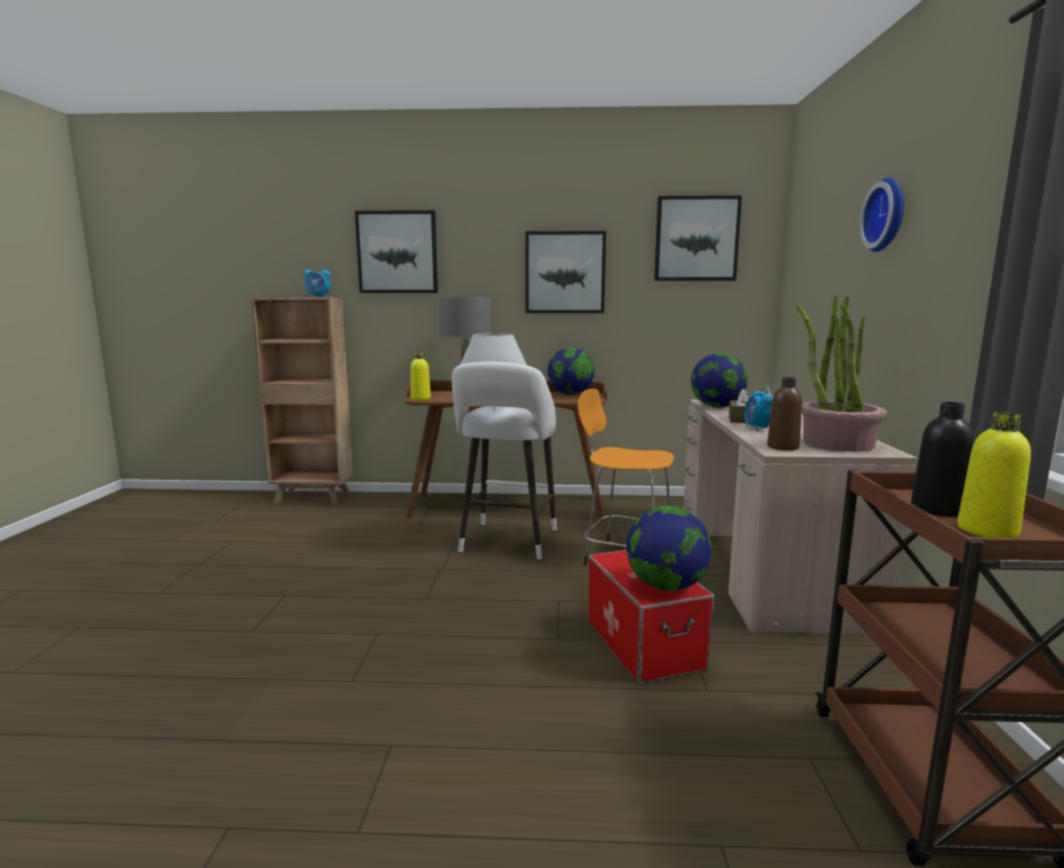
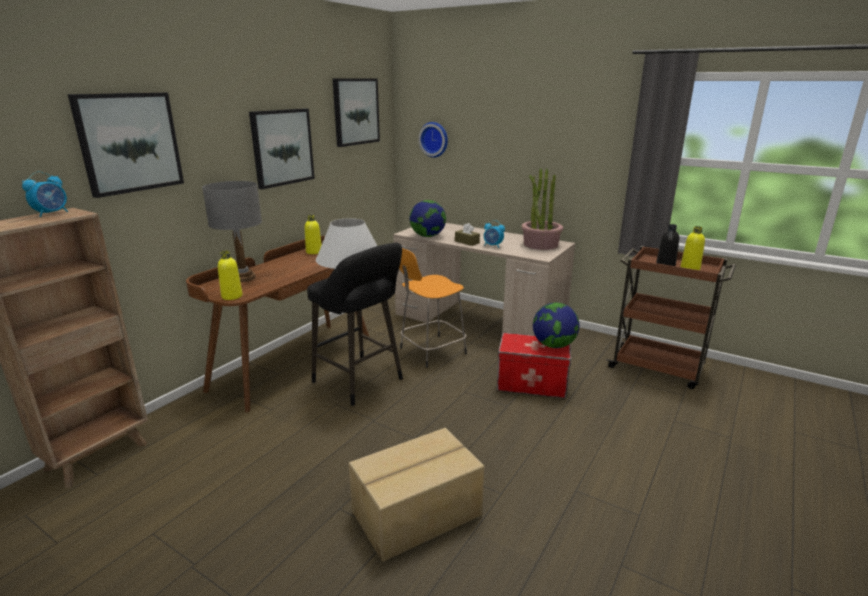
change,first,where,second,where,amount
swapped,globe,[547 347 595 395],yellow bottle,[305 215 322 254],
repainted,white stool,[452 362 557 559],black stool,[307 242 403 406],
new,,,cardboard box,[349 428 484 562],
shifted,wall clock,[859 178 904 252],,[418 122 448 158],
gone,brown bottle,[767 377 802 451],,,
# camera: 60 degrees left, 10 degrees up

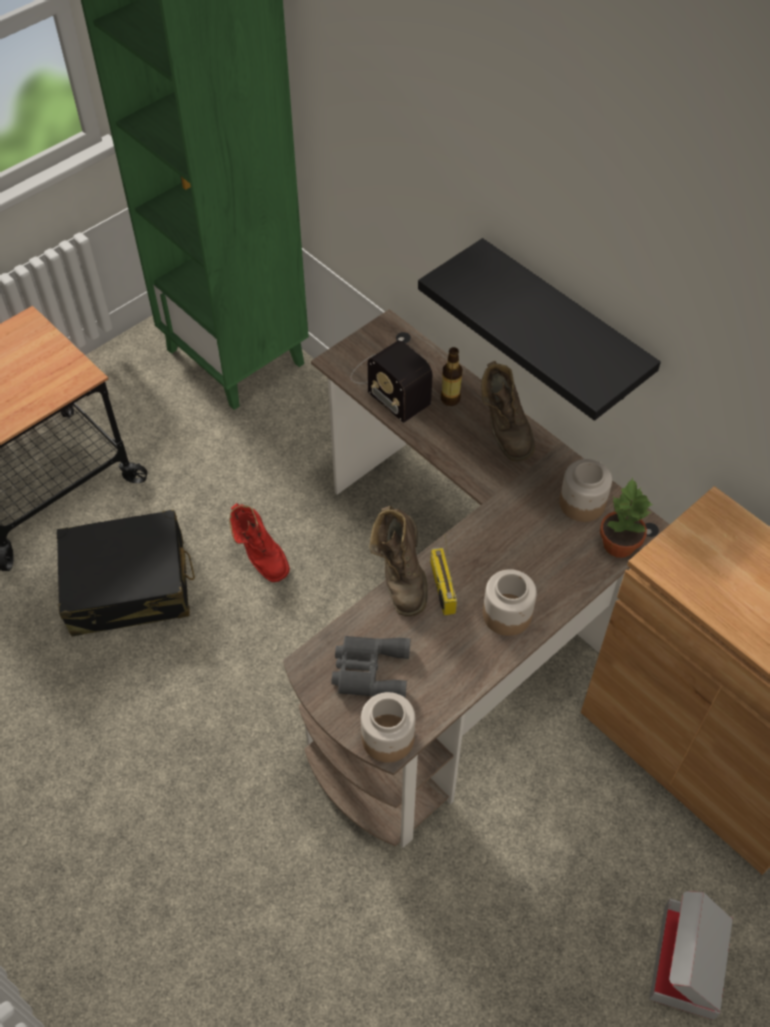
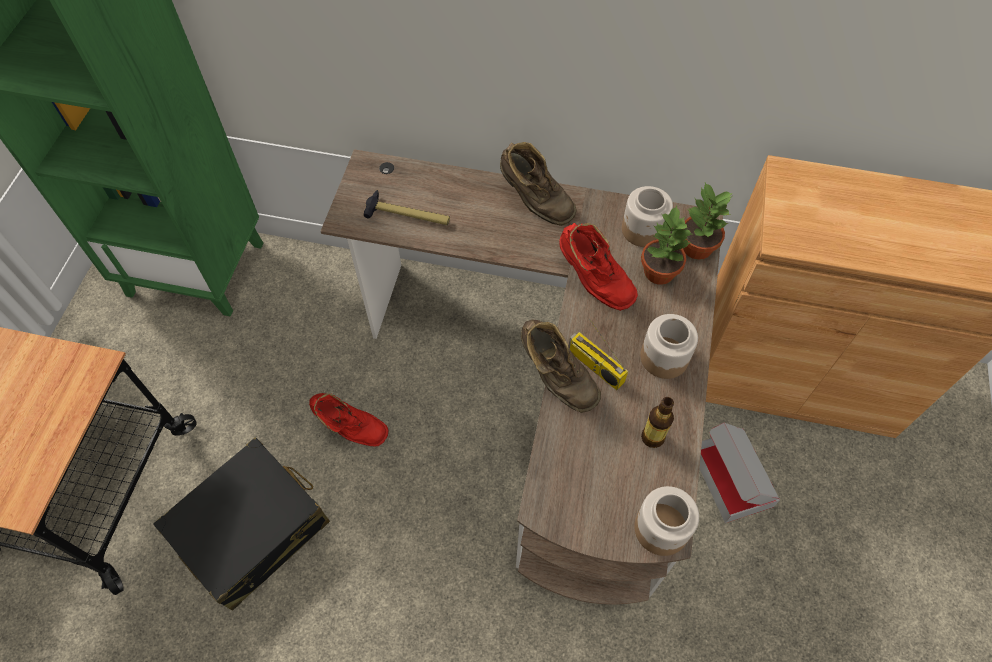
change,first,where,second,where,amount
swapped,radio,[351 340 432 423],hammer,[364 190 450 225],
new,,,red boot,[559 223 638 311],
new,,,potted plant,[641 205 692 285],
shifted,bottle,[441 347 463 406],,[641 397 674 448],
shifted,cardboard box,[649 891 733 1020],,[699 423 780 523],
gone,grey binoculars,[332 636 410 698],,,
gone,black shelf,[418 238 661 421],,,
# camera: 35 degrees left, 5 degrees up

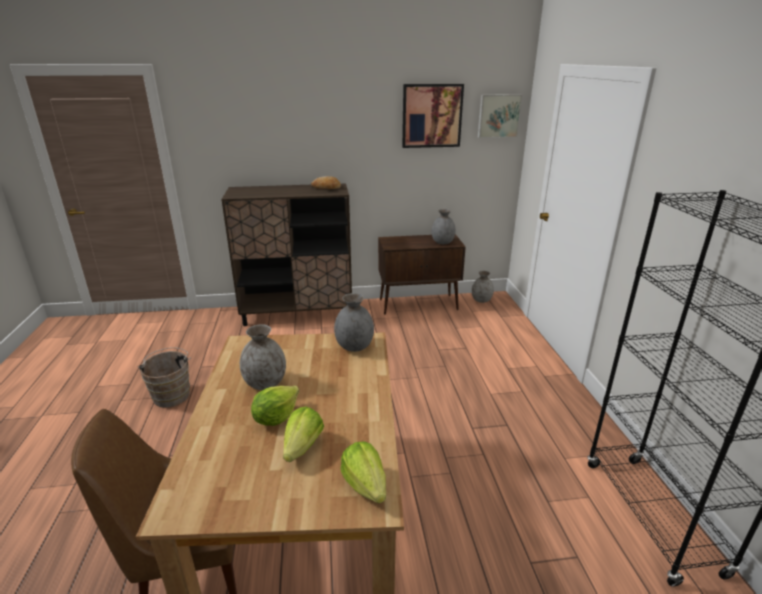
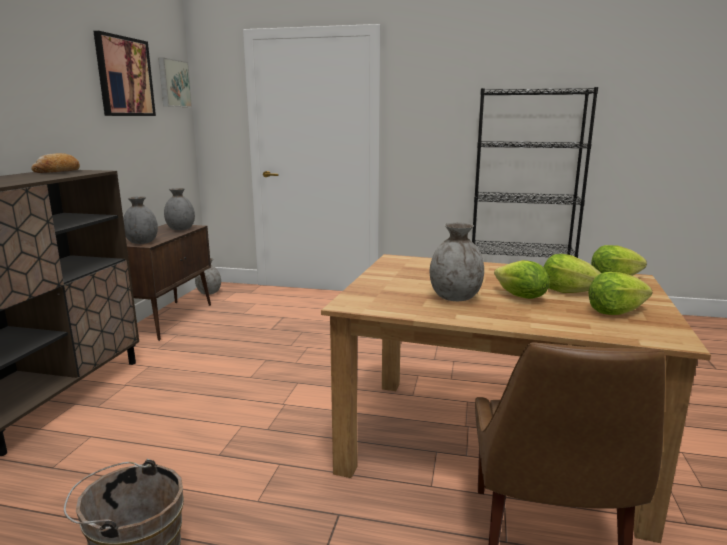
change,first,where,second,where,amount
shifted,grey vase,[334 293 374 352],,[123 196 158 244],
new,,,lettuce,[588 272 652 315],
# camera: 70 degrees left, 10 degrees down

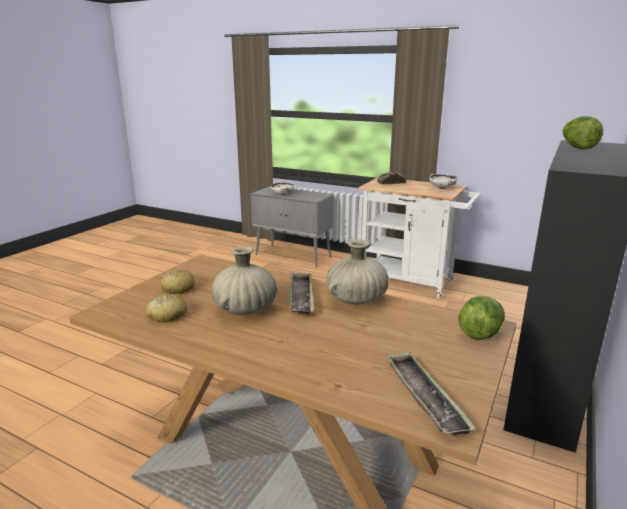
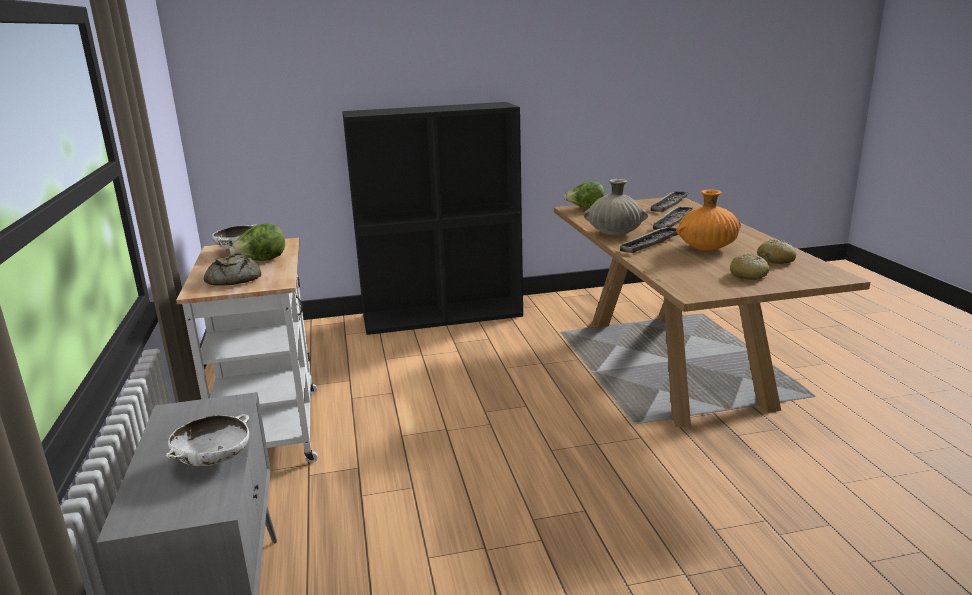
change,first,where,second,where,amount
shifted,lettuce,[563 116 603 150],,[229 223 285 261],
new,,,tray,[651 206 694 230],
repainted,beige vase,[211 246 277 315],orange vase,[676 189 741 250],
# camera: 130 degrees left, 0 degrees up

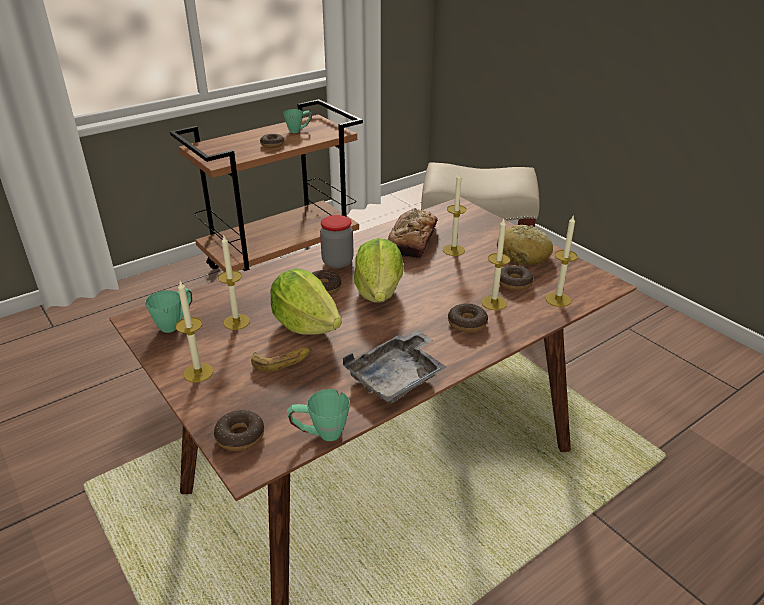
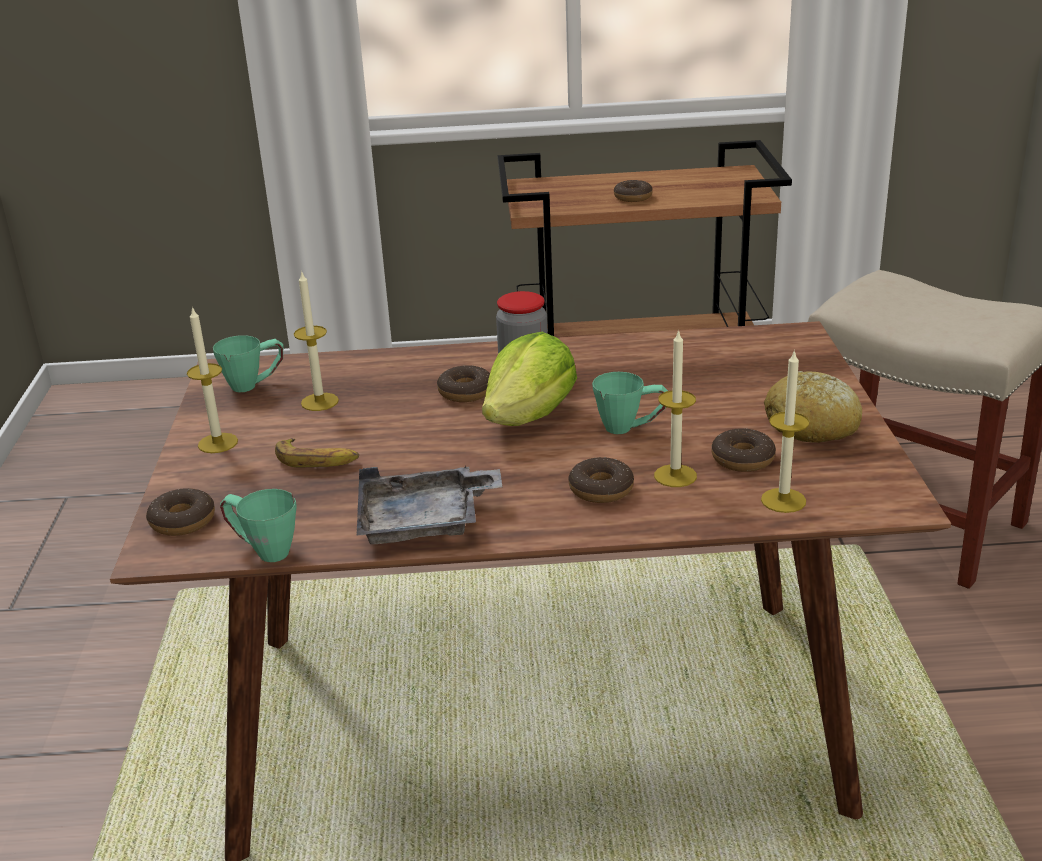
change,first,where,second,where,amount
shifted,green mug,[283 109 312 133],,[592 372 668 434],
gone,lettuce,[270 268 342 334],,,
gone,bread,[388 208 438 259],,,
gone,candle,[443 173 467 256],,,
# camera: 35 degrees right, 5 degrees down

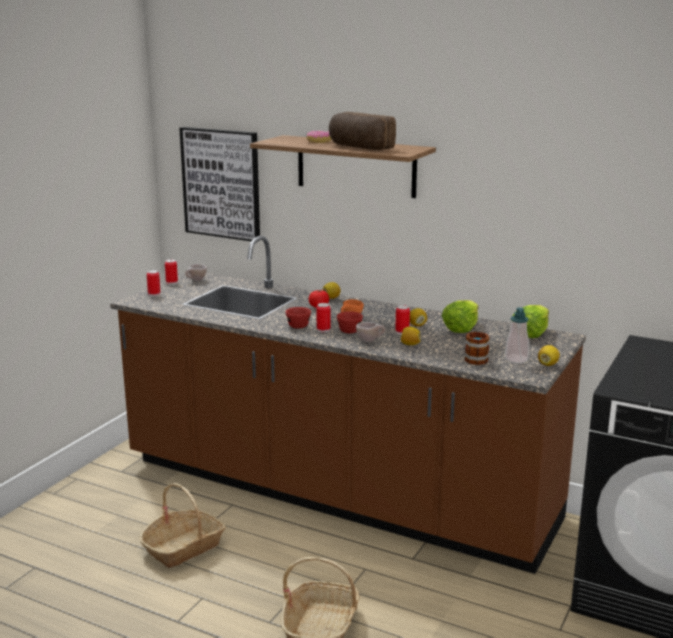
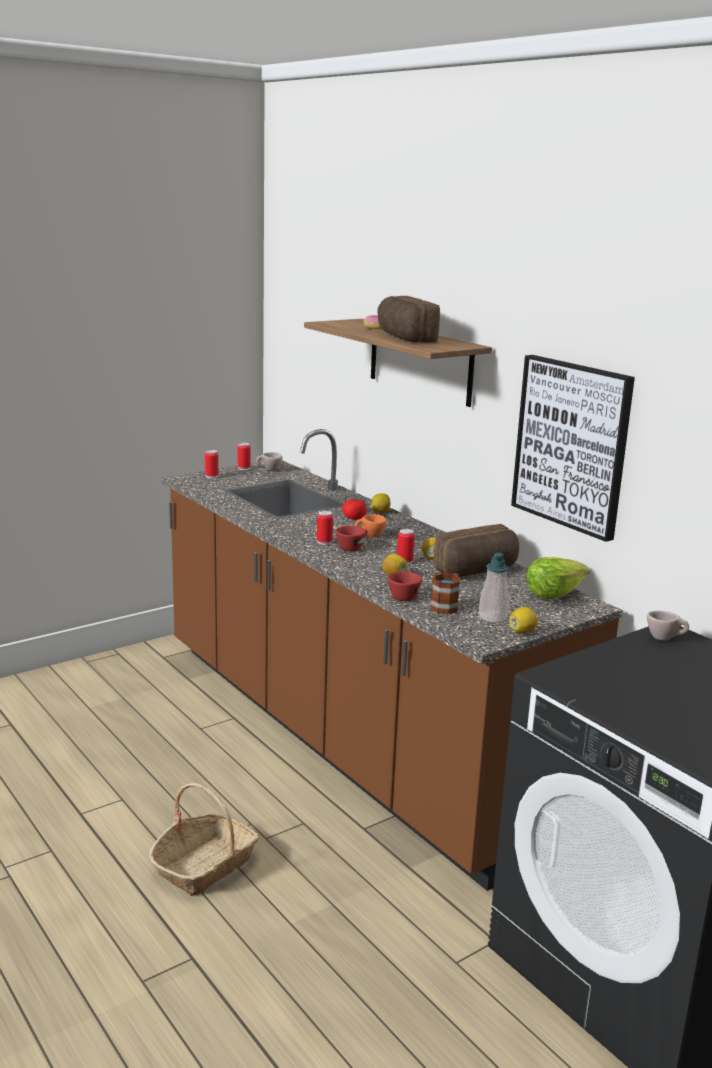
change,first,where,second,where,amount
shifted,red cup,[285 307 311 329],,[388 571 422 601],
swapped,lettuce,[442 300 479 333],bread,[434 524 519 576],
shifted,picture,[179 127 260 241],,[511 355 635 542],
shifted,beige cup,[356 322 385 342],,[647 611 689 641],
gone,basket,[139 483 226 568],,,
# camera: 25 degrees right, 0 degrees up

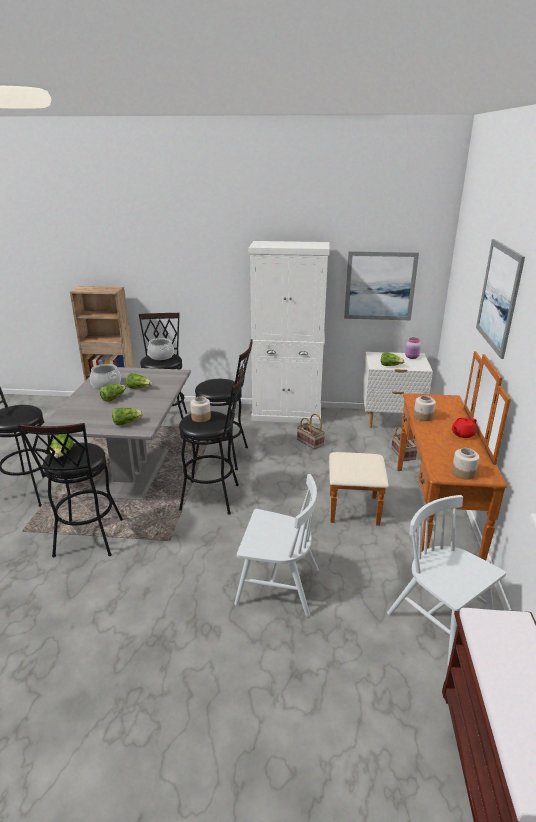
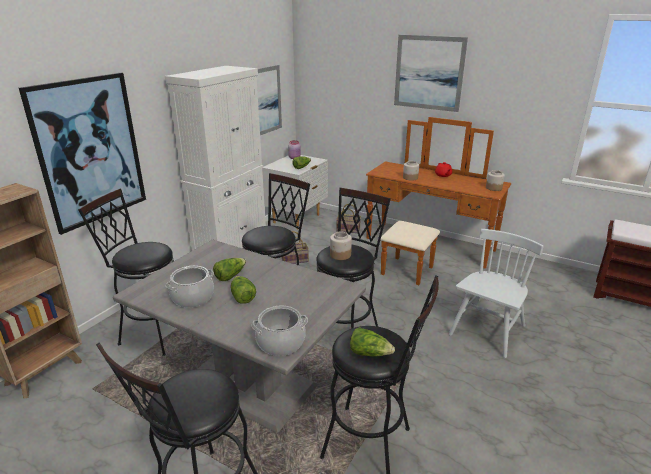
change,first,where,second,where,amount
new,,,picture,[19 73 146 235],
shifted,cooking pot,[148 338 174 360],,[251 305 308 356],
gone,lettuce,[112 408 143 425],,,
gone,white chair,[387 495 506 665],,,
# camera: 65 degrees left, 0 degrees up

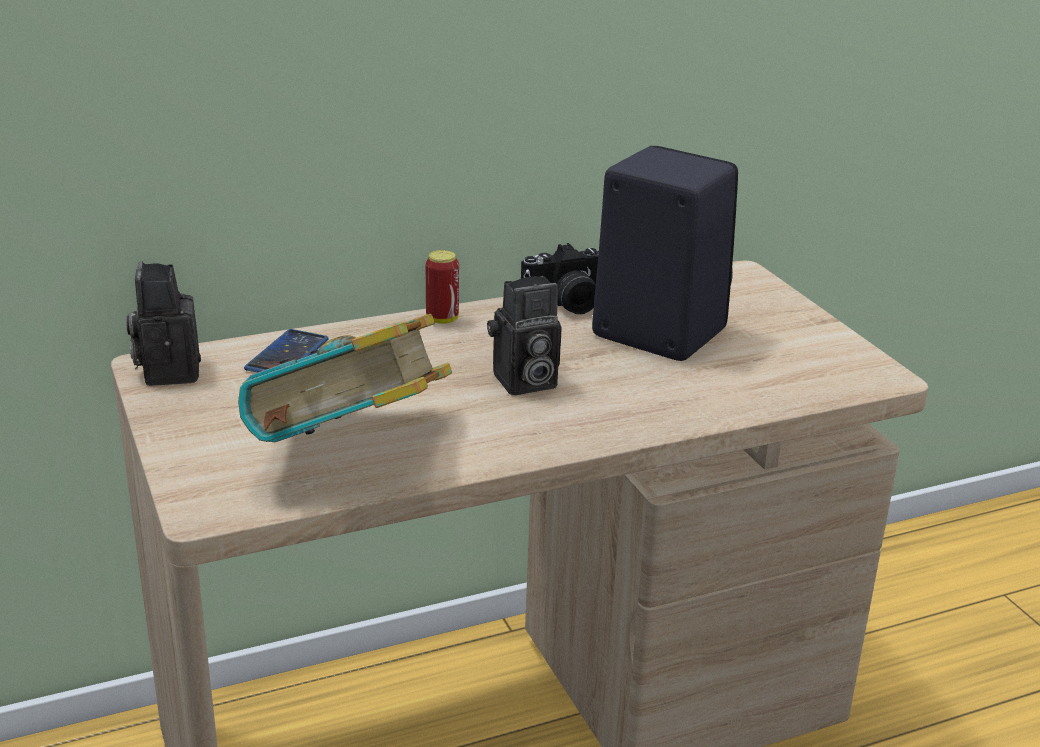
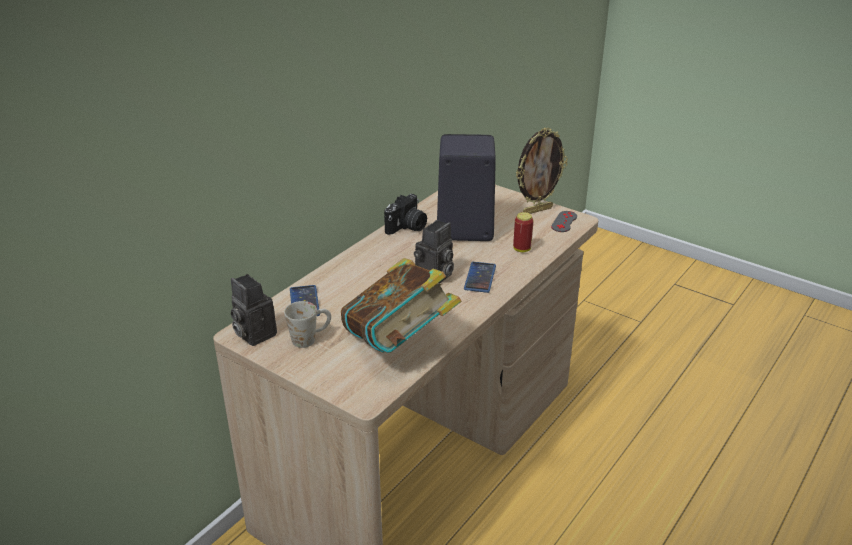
change,first,where,second,where,amount
new,,,white mug,[284 301 331 348],
new,,,phone,[464 262 496 293],
shifted,can,[426 250 459 324],,[513 212 533 252],
new,,,picture frame,[516 128 568 214],
new,,,grey game controller,[551 211 577 232],
# camera: 30 degrees left, 5 degrees up

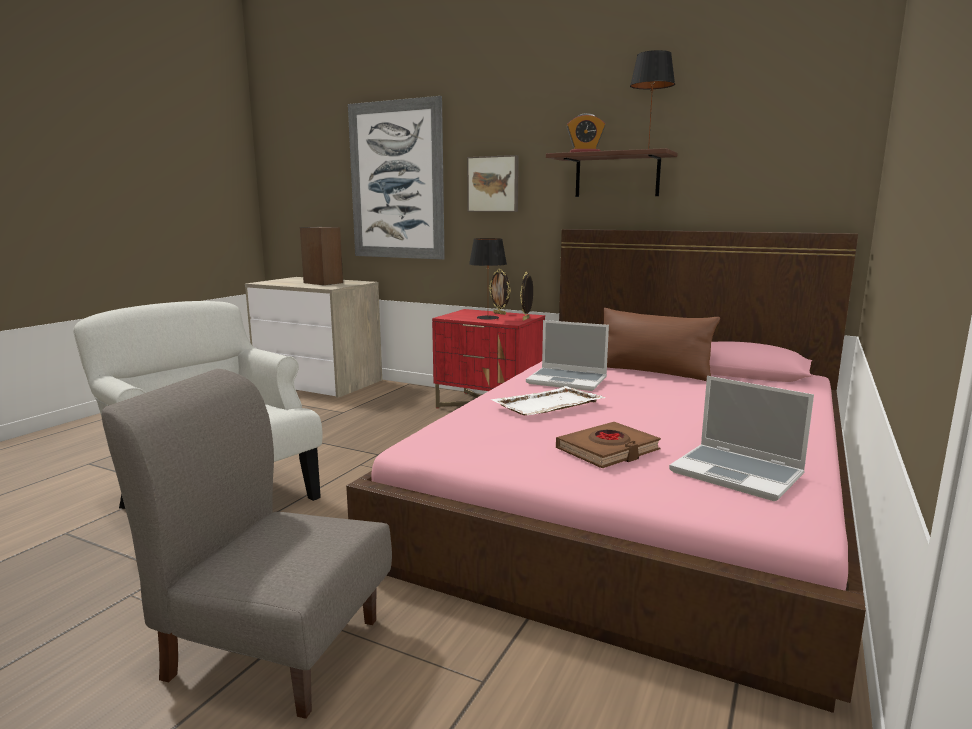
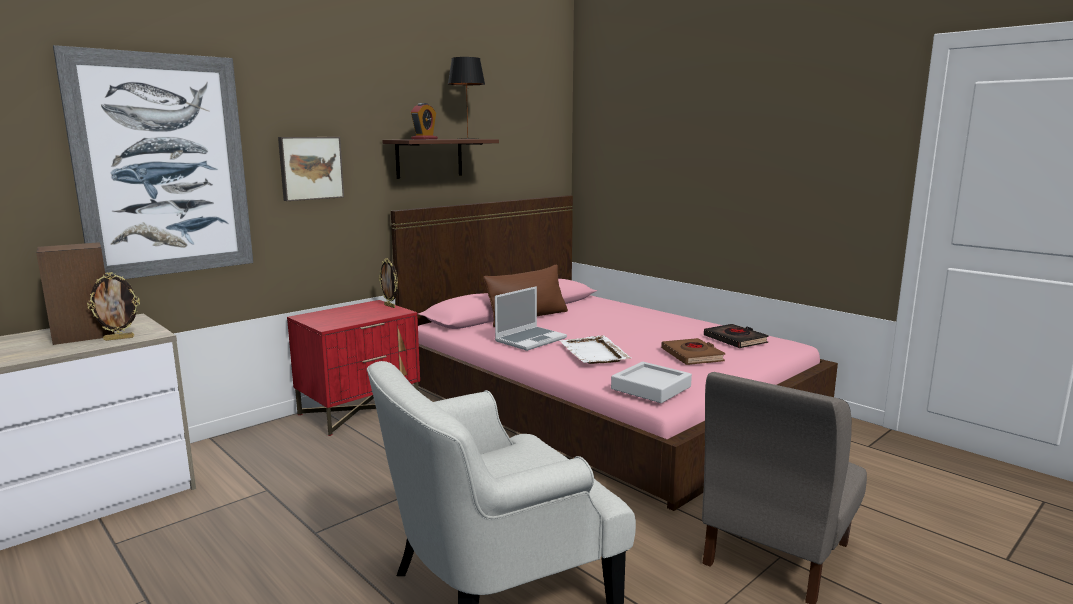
change,first,where,second,where,amount
shifted,picture frame,[489 269 511 315],,[87 272 140 341],
new,,,grey tray,[611 362 692 403],
swapped,laptop,[669 376 814 501],black book,[704 324 769 348],
gone,black table lamp,[469 238 507 320],,,
# camera: 70 degrees left, 0 degrees up

